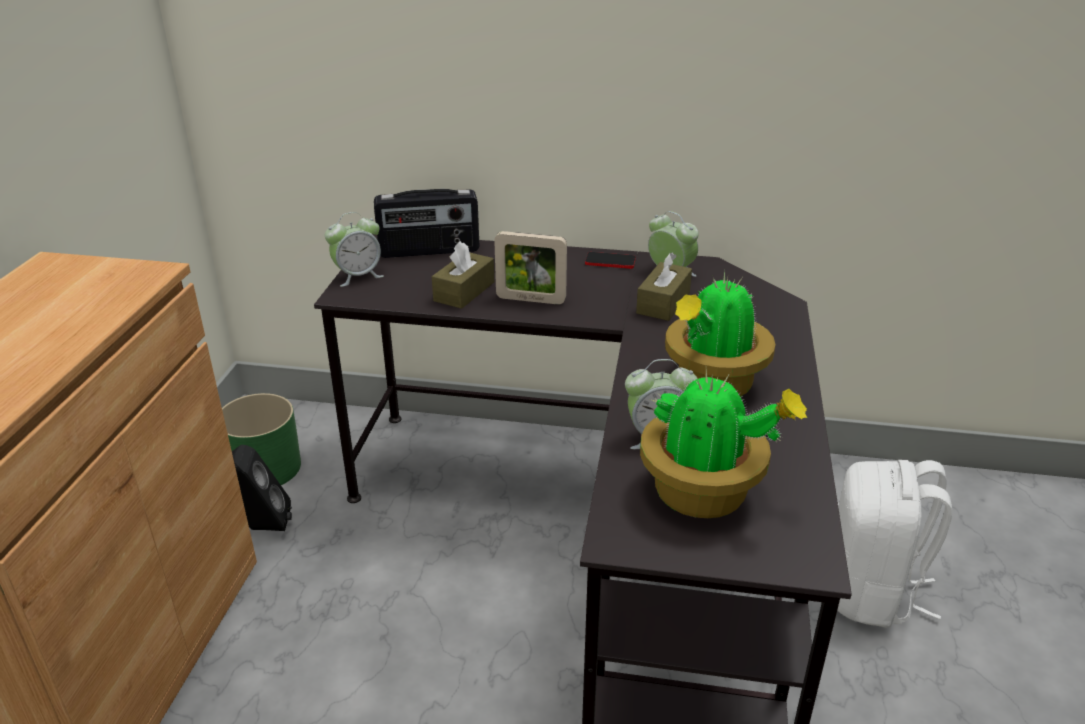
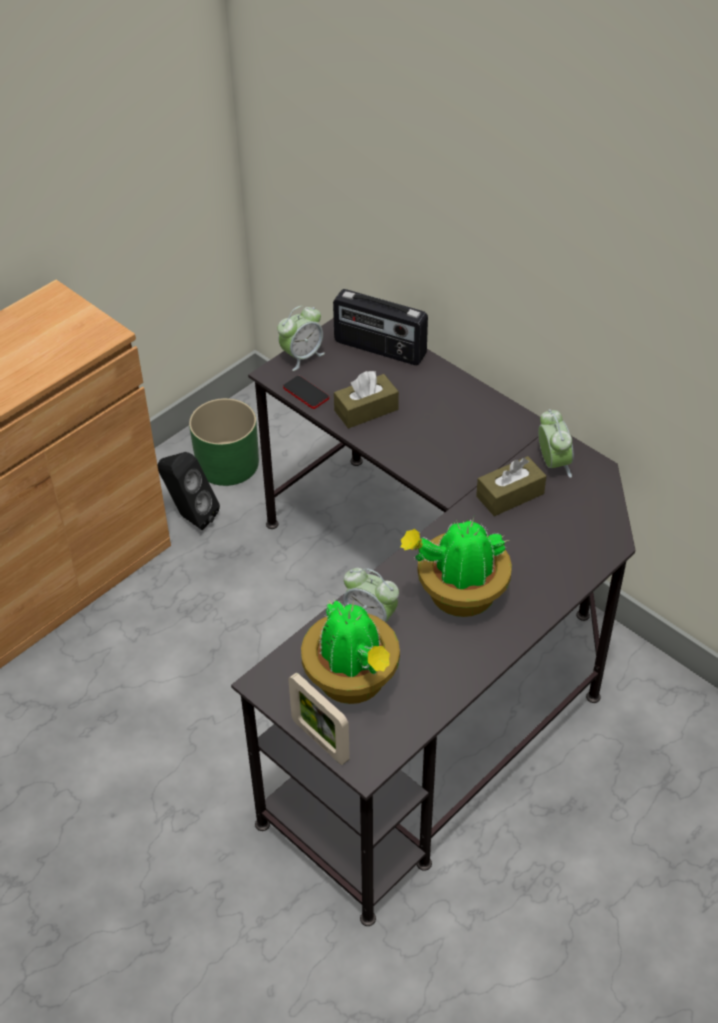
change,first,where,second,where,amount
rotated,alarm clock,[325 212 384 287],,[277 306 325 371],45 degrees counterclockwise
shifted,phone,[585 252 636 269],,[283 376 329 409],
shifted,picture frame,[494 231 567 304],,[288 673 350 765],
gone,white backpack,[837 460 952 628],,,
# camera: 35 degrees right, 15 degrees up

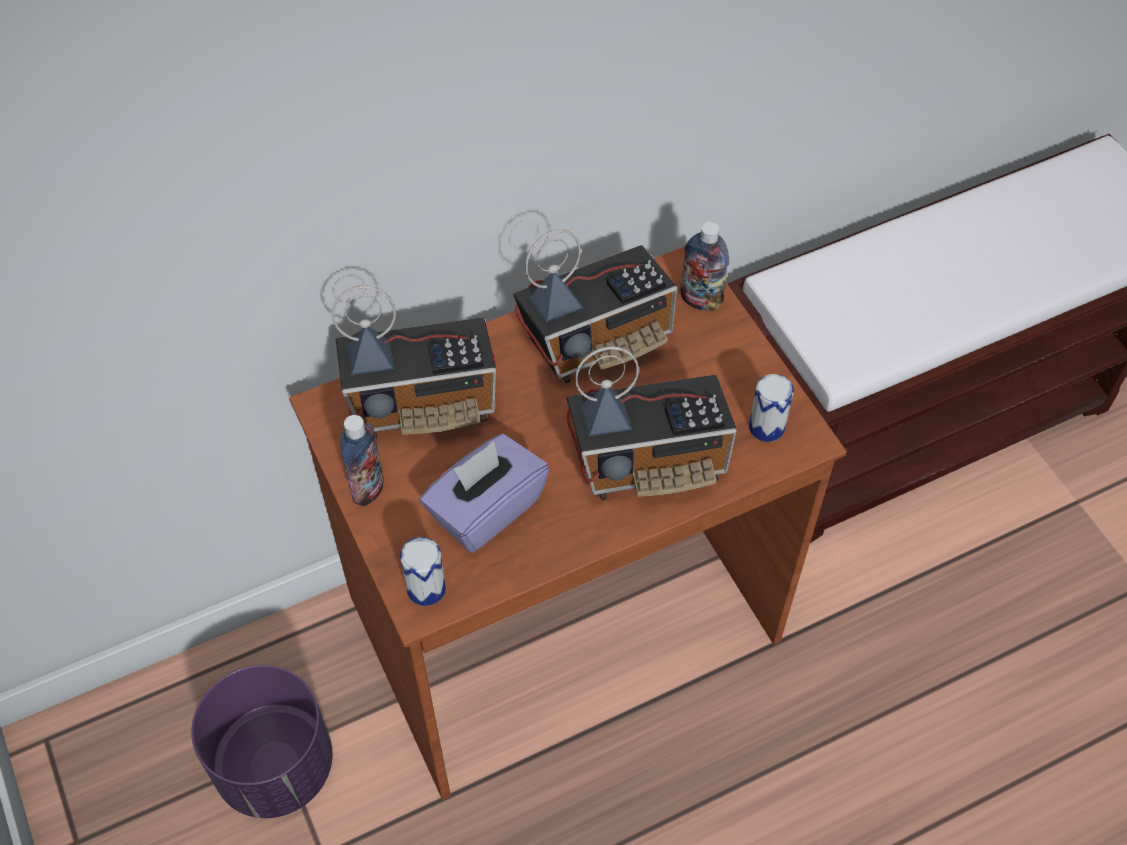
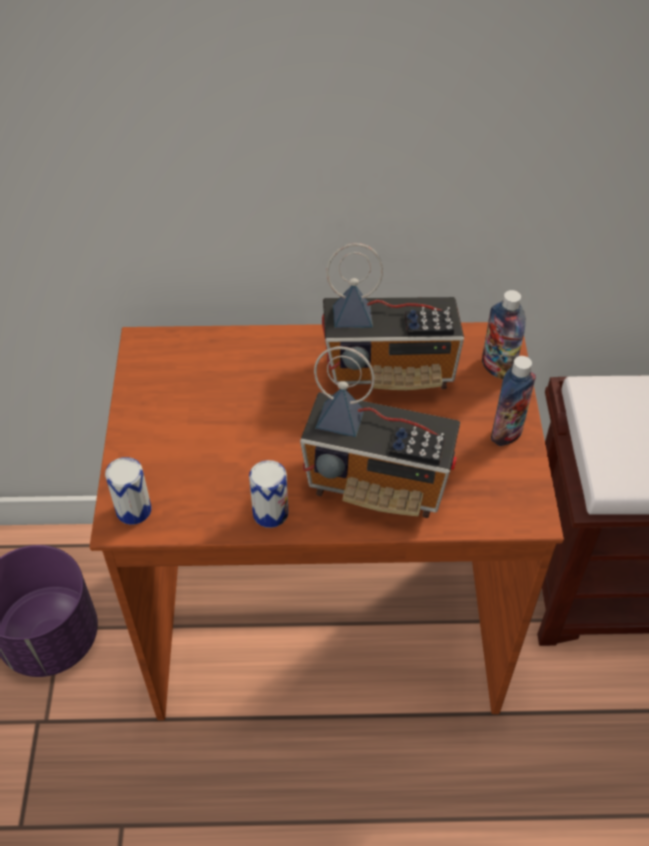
change,first,where,second,where,amount
shifted,can,[749 374 794 442],,[249 460 288 528],
shifted,bottle,[340 415 384 506],,[491 356 536 446],
gone,radio,[332 285 496 439],,,
gone,purple tissue box,[420 434 549 553],,,
# camera: 25 degrees right, 5 degrees down

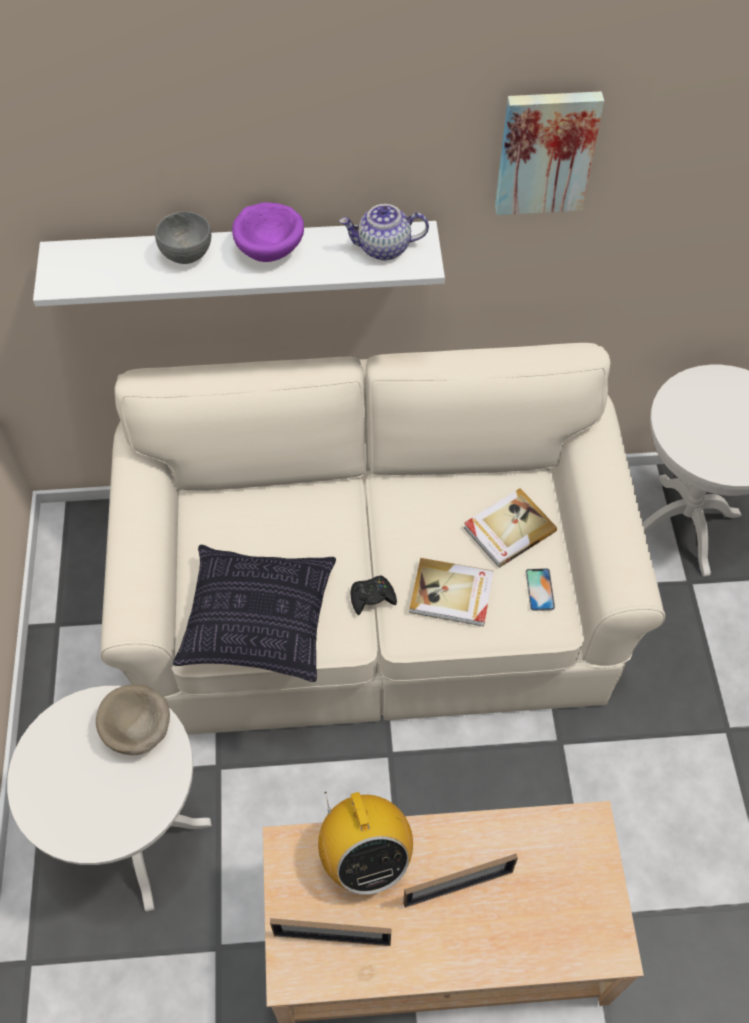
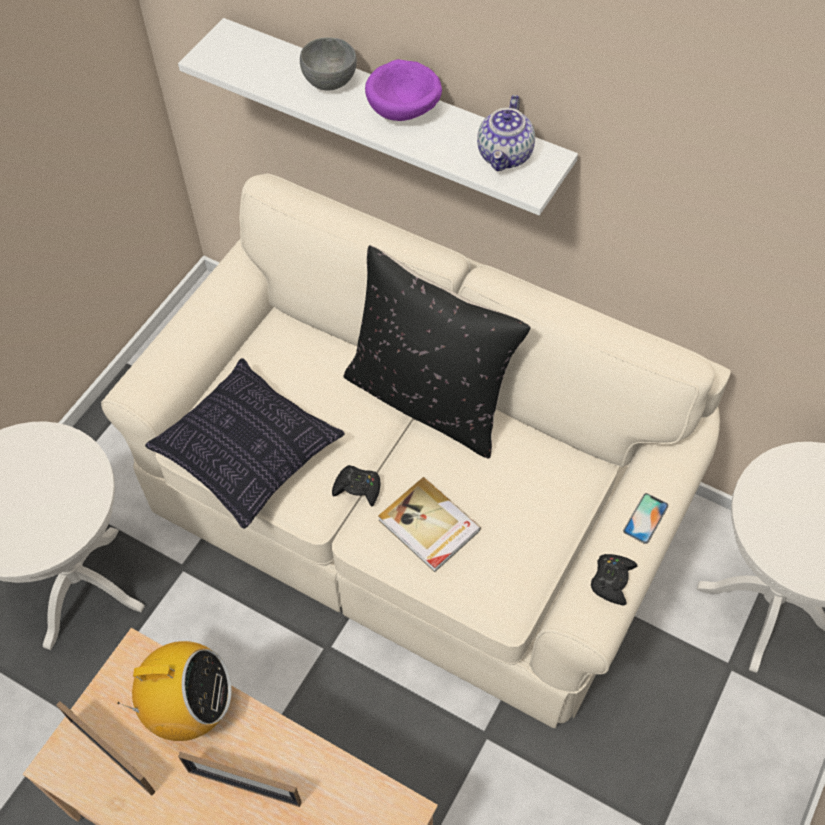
change,first,where,second,where,amount
rotated,radio,[318 792 413 895],,[118 641 232 741],105 degrees counterclockwise
new,,,black pillow,[343 245 531 459],
rotated,teapot,[339 204 429 260],,[477 95 535 171],105 degrees counterclockwise
new,,,black game controller,[591 554 637 605],
shifted,phone,[526 568 555 611],,[623 493 669 544],
gone,beige bowl,[96 684 170 755],,,
gone,book,[463 488 557 568],,,
gone,picture,[495 91 604 215],,,
# camera: 35 degrees right, 0 degrees up

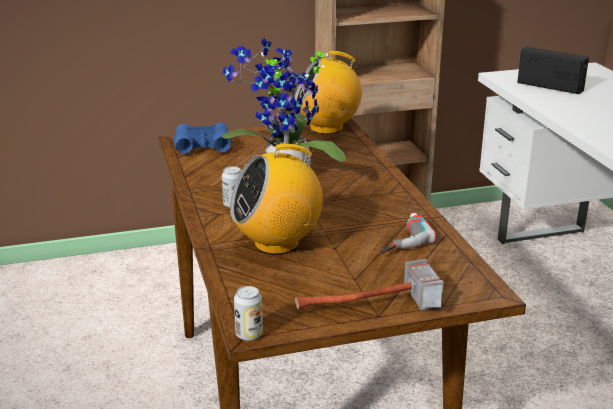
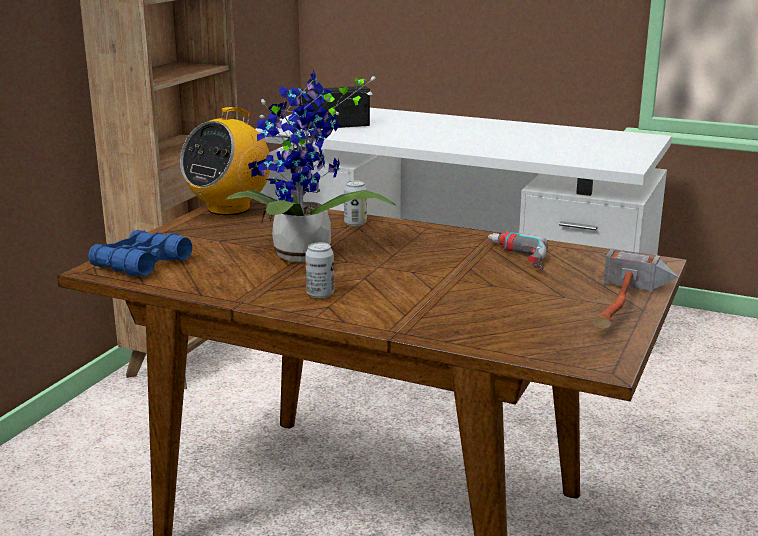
change,first,where,second,where,amount
shifted,can,[234 286 263 341],,[344 181 367 226],
gone,radio,[230 144 323 255],,,
# camera: 50 degrees left, 5 degrees down

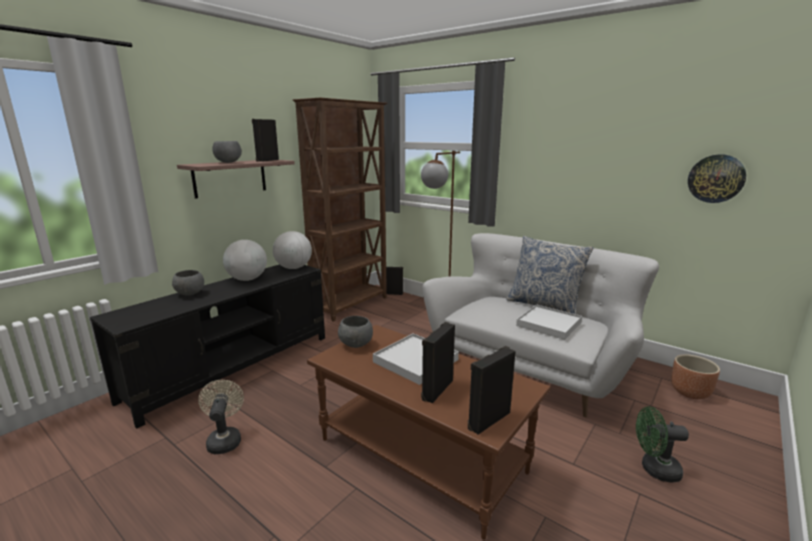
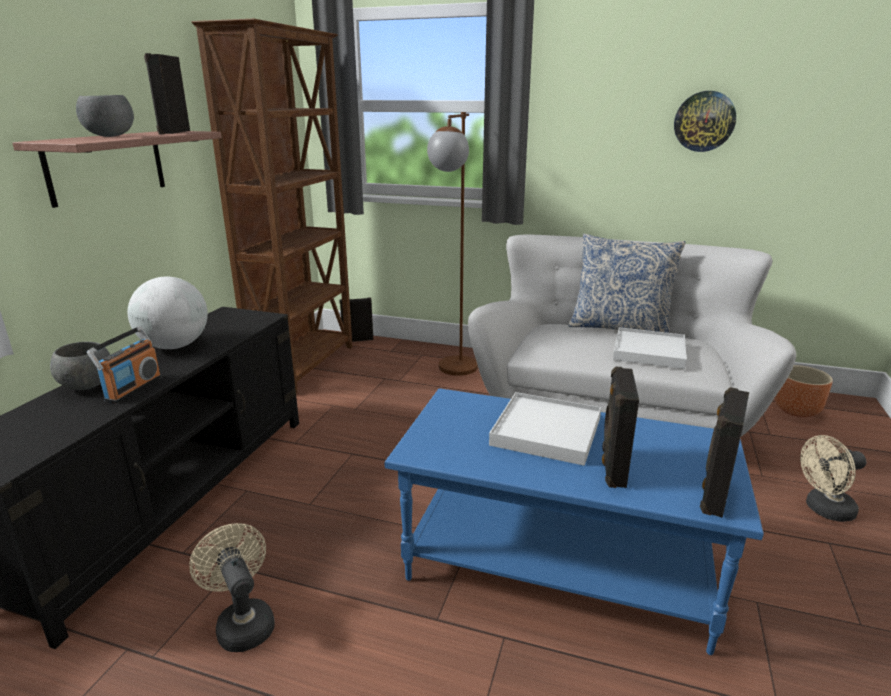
change,first,where,second,where,amount
new,,,radio,[87 326 162 403],
repainted,brown coffee table,[307 325 551 540],blue coffee table,[384 388 764 655],
shifted,wall clock,[688 154 746 203],,[674 91 736 152],
repainted,green fan,[636 406 689 482],beige fan,[800 435 867 522],
gone,globe,[273 231 312 269],,,
gone,grey bowl,[338 316 373 348],,,
# camera: 20 degrees left, 5 degrees up

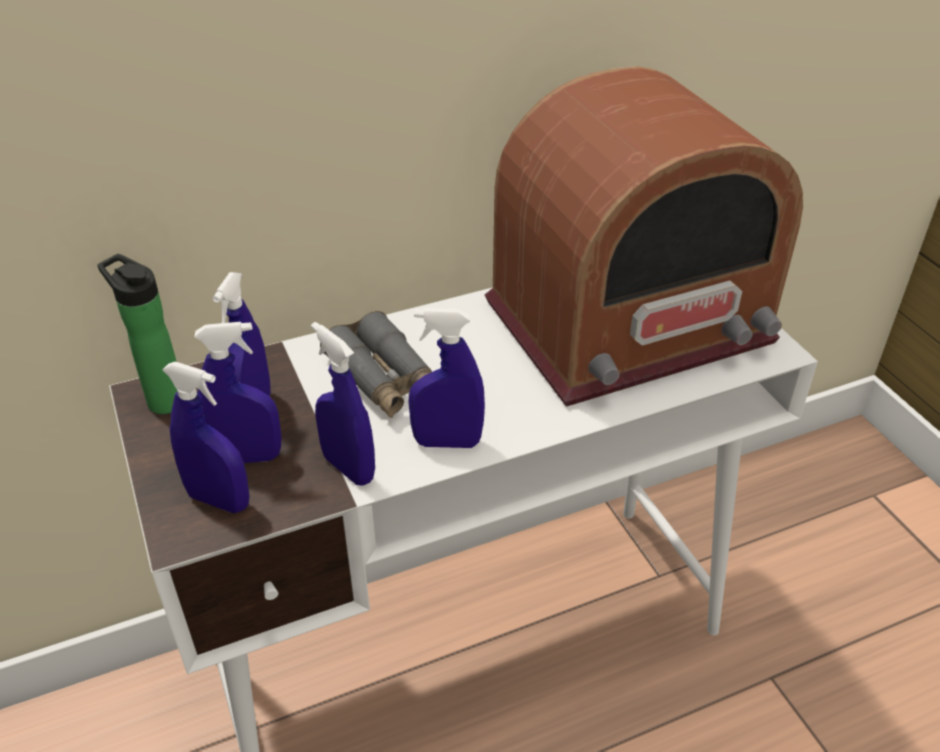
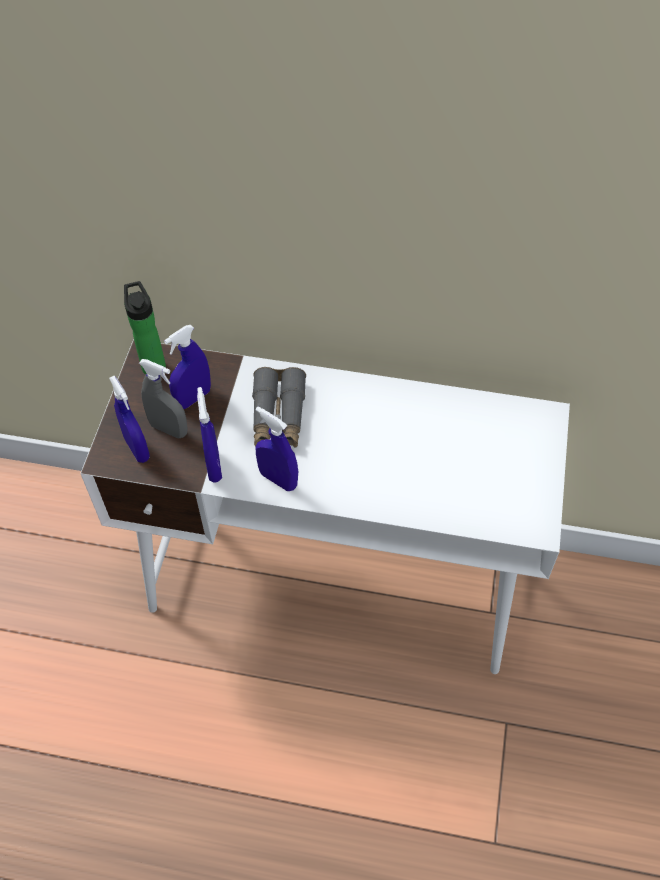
change,first,where,second,where,amount
repainted,blue spray bottle,[194 322 281 463],grey spray bottle,[139 359 188 438],
gone,radio,[485 66 803 407],,,
# camera: 35 degrees right, 15 degrees up

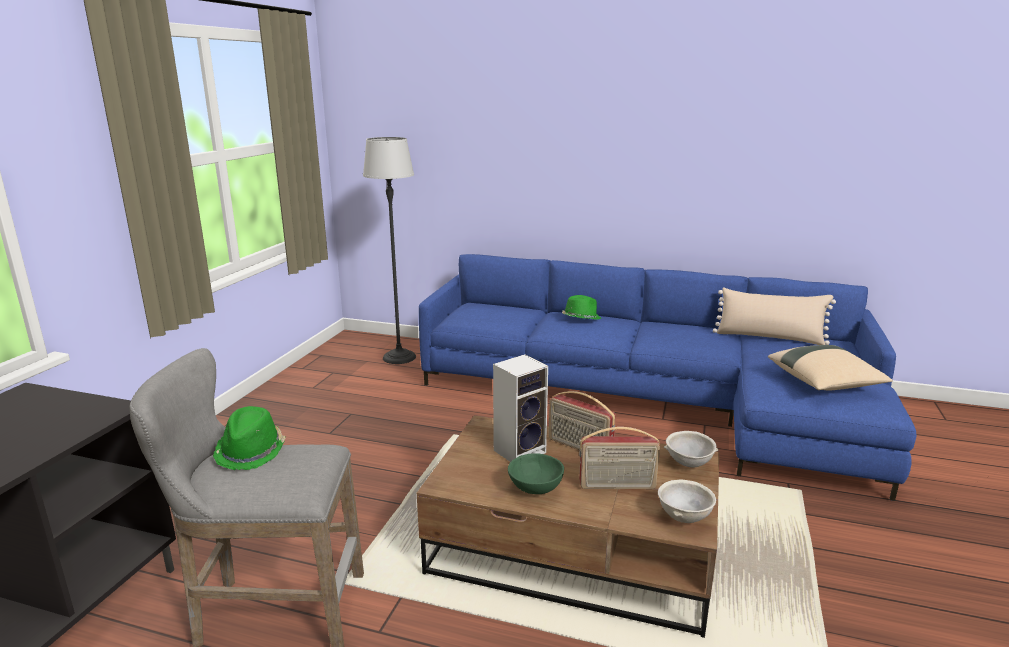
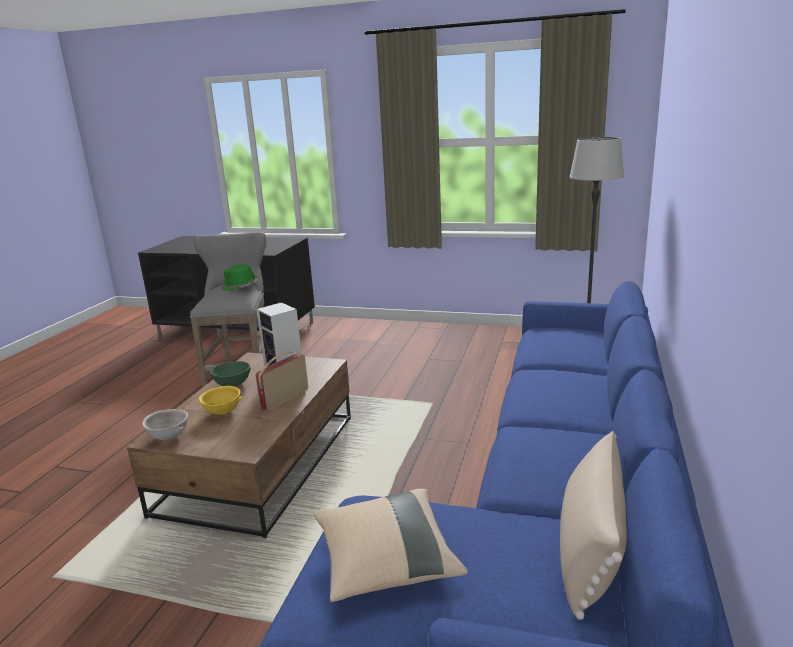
change,first,where,second,where,amount
swapped,radio,[579 427 660 489],yellow bowl,[199 386 243 415],
gone,green hat,[562 295 601 320],,,
gone,grey bowl,[664 431 718 468],,,
# camera: 90 degrees right, 0 degrees up

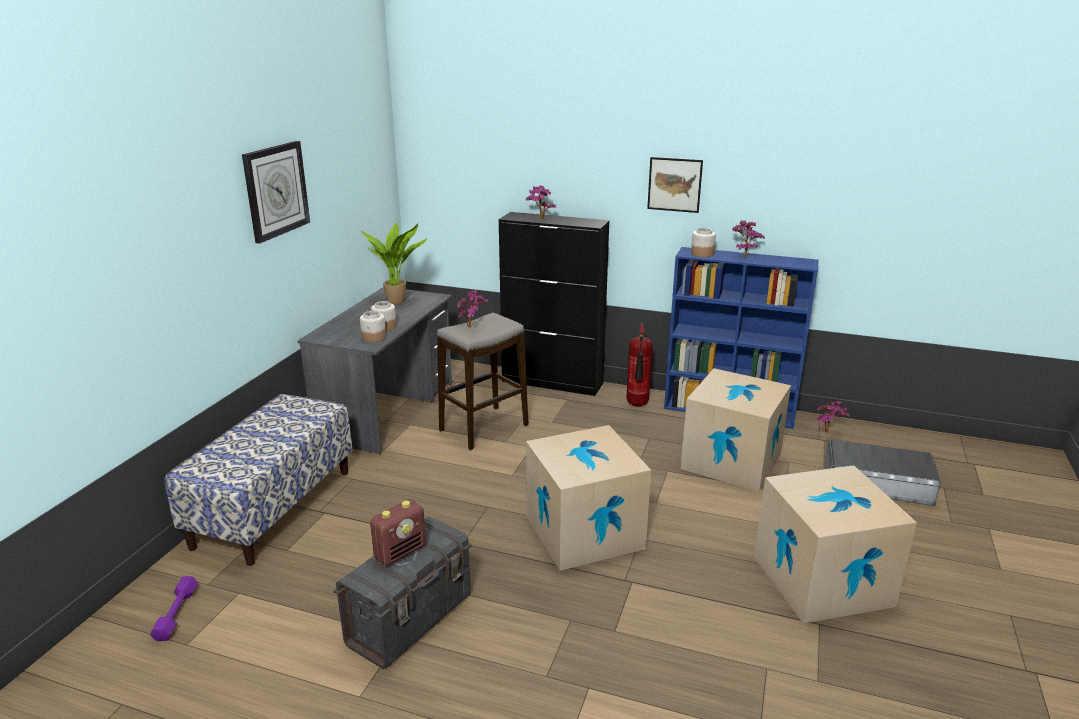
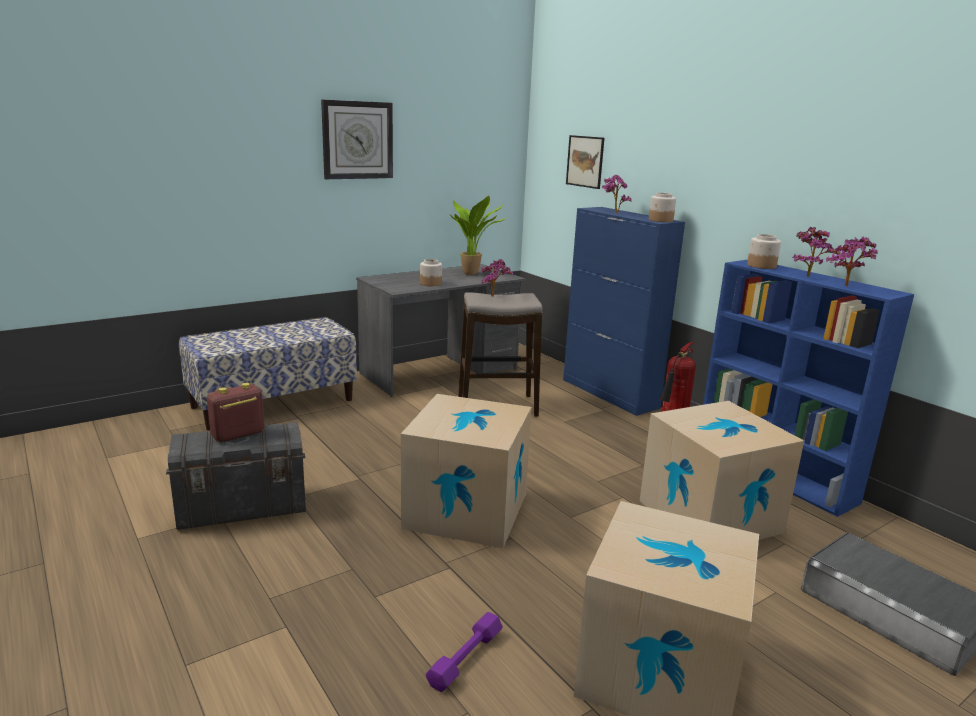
change,first,where,second,where,amount
rotated,radio,[370 499 426 566],,[207 383 265 442],150 degrees clockwise
shifted,purple dumbbell,[150 576 198 641],,[425 612 503 692],
repainted,black cabinet,[498 212 609 396],blue cabinet,[563 207 685 416],
shifted,picture,[647 157 703 213],,[566 135 604 189],
shifted,jar,[360 311 386 342],,[649 193 676 222],
shifted,potted plant,[817 401 850 432],,[826 237 878 286],
# camera: 35 degrees right, 5 degrees down

